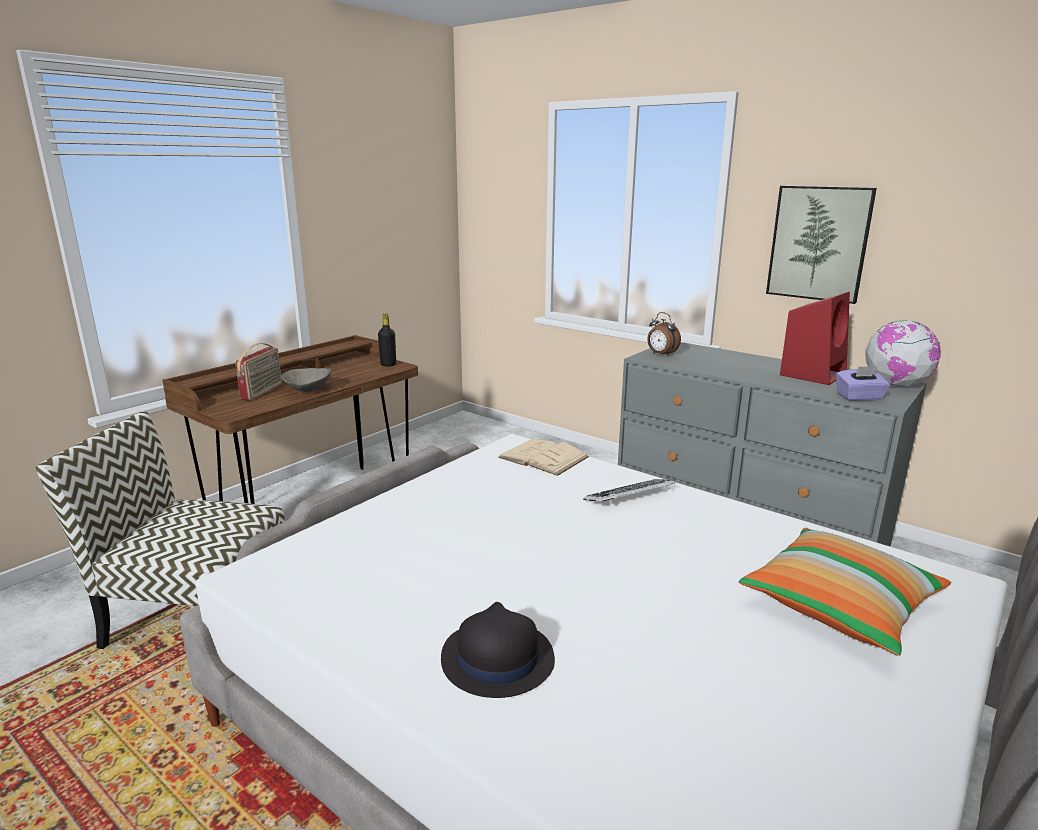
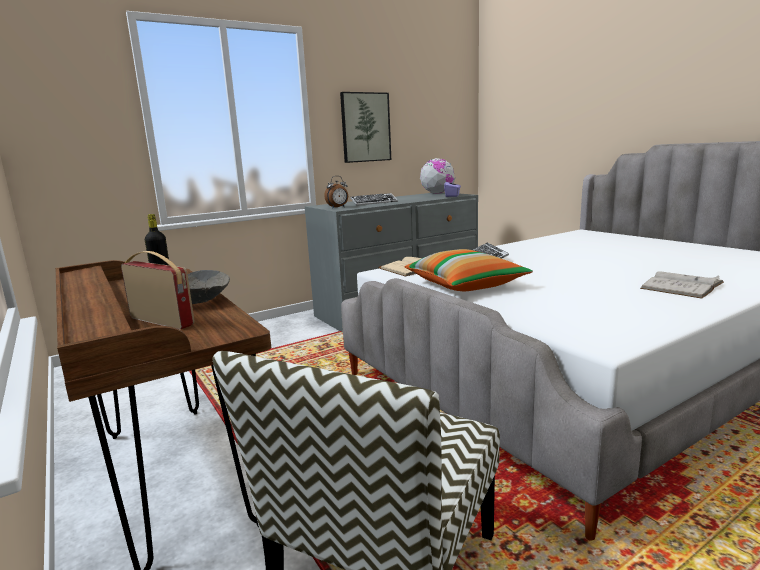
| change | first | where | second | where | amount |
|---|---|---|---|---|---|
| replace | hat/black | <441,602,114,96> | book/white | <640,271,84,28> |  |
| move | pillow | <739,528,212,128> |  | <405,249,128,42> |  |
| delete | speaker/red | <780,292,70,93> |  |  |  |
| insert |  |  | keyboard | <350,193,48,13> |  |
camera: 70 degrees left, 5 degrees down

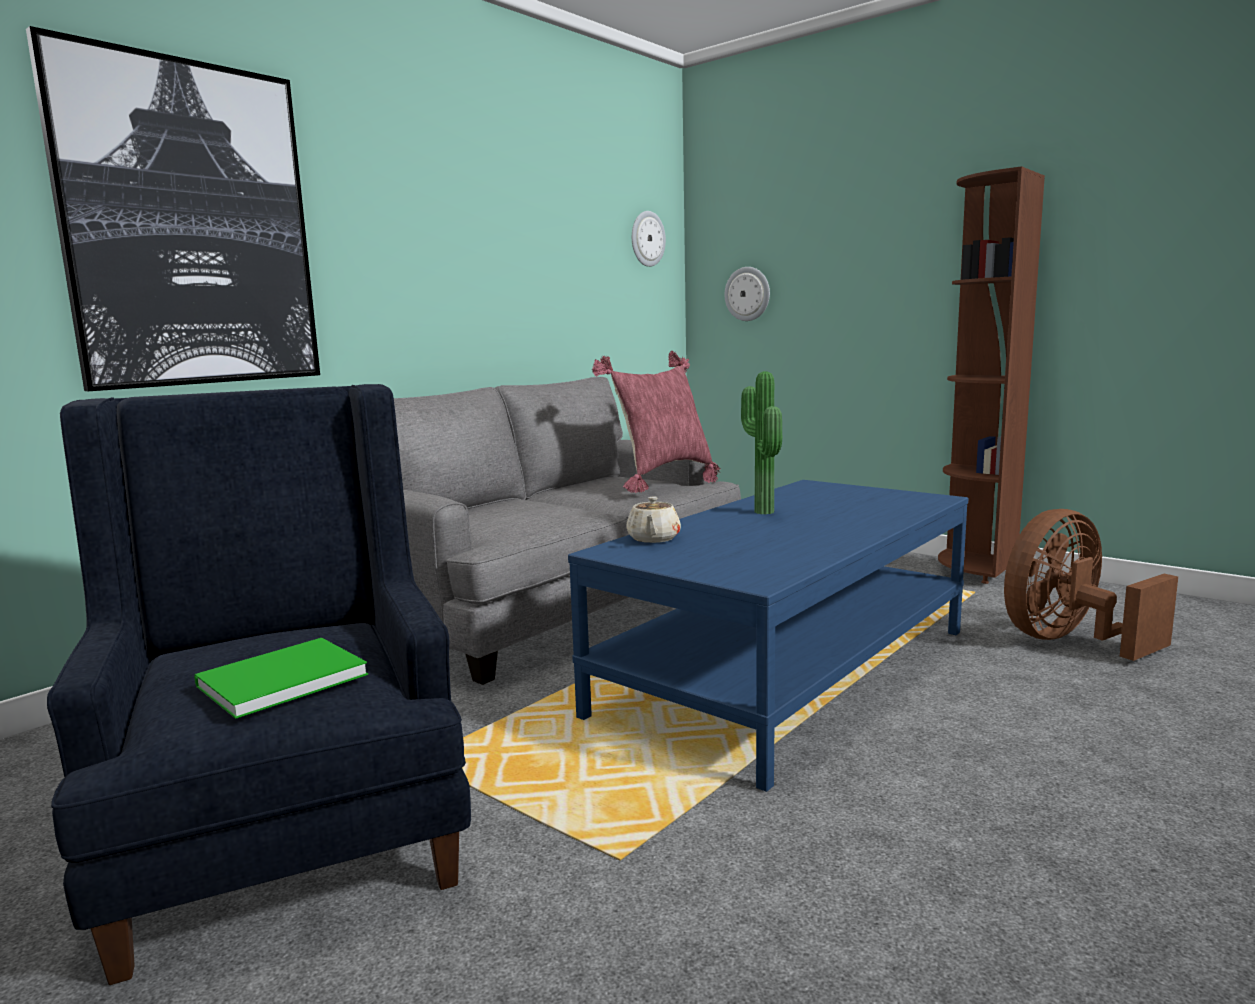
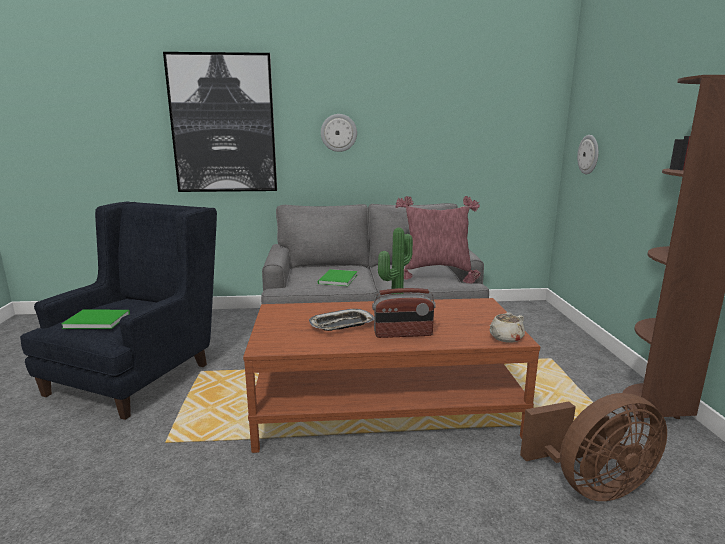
| change | first | where | second | where | amount |
|---|---|---|---|---|---|
| recolor | coffee table/blue | <568,480,401,312> | coffee table/brown | <243,298,298,155> |  |
| move | teapot/beige | <626,497,55,46> |  | <489,312,36,31> |  |
| move | wall clock | <632,211,34,56> |  | <321,114,36,38> |  |
| rotate | fan/brown | <1004,509,174,152> |  | <520,393,147,108> | 150 degrees clockwise |
| insert |  |  | tray | <309,309,65,22> |  |
| insert |  |  | book/green | <318,269,40,17> |  |
| insert |  |  | radio | <372,288,64,50> |  |
camera: 45 degrees right, 5 degrees up

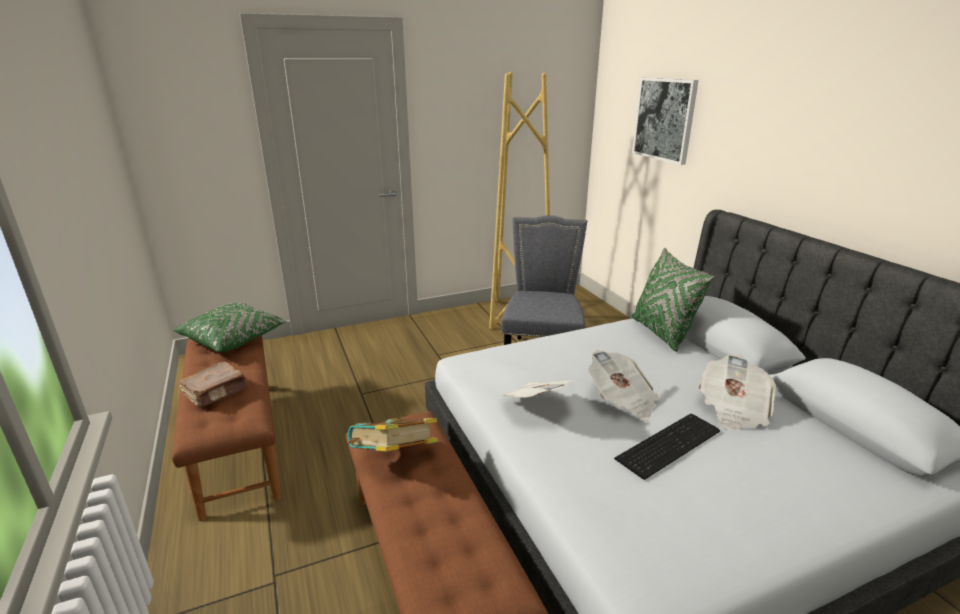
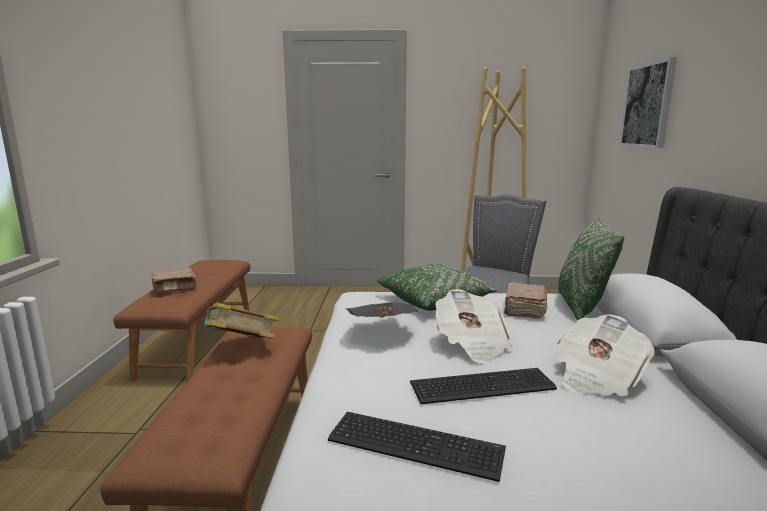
| change | first | where | second | where | amount |
|---|---|---|---|---|---|
| move | pillow/green | <173,303,114,49> |  | <377,264,121,47> |  |
| insert |  |  | keyboard | <328,412,178,70> |  |
| insert |  |  | book/brown | <504,282,44,37> |  |
camera: 25 degrees right, 10 degrees down

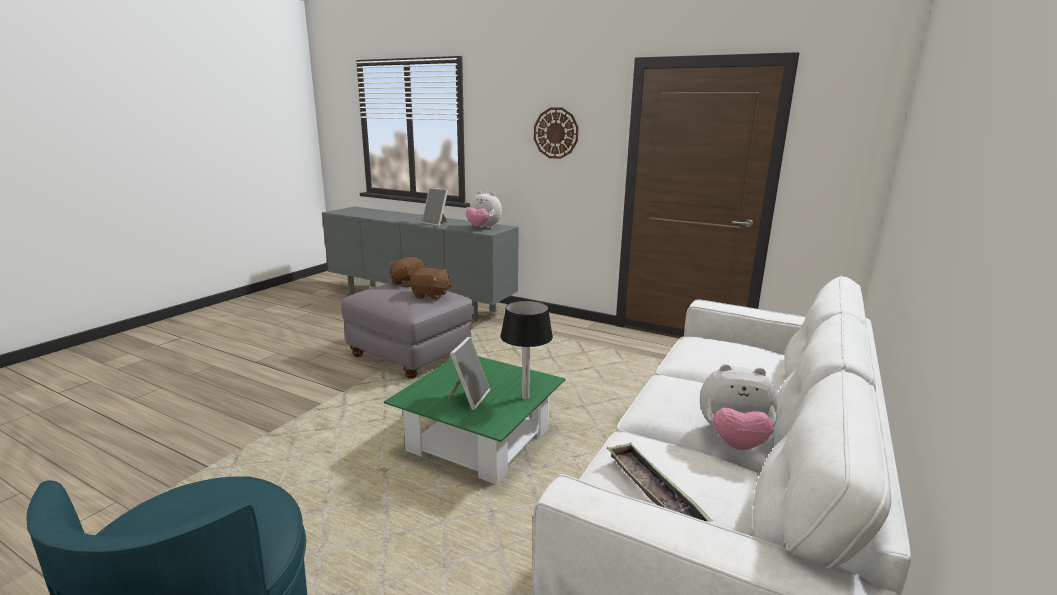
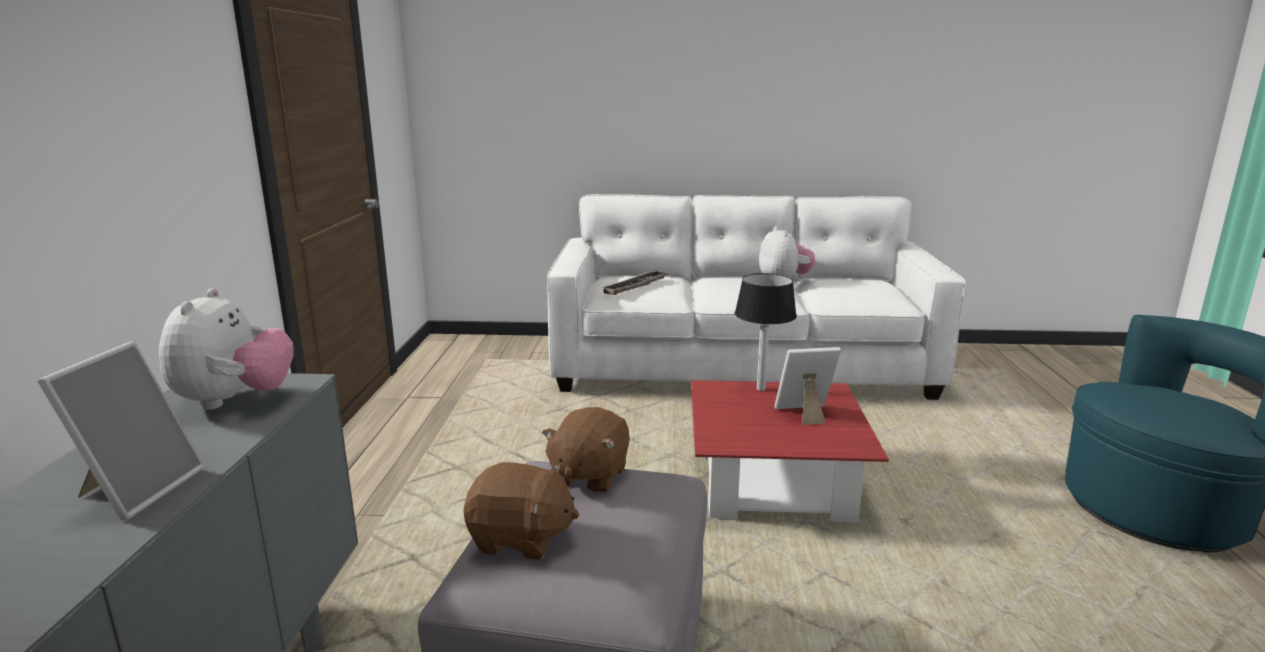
| change | first | where | second | where | amount |
|---|---|---|---|---|---|
| recolor | coffee table/green | <384,356,182,129> | coffee table/red | <691,380,198,142> |  |
| rotate | plush toy/brown | <410,267,42,33> |  | <542,407,88,86> | 150 degrees counterclockwise |
| delete | wall clock | <534,107,45,52> |  |  |  |
| move | tray | <607,443,106,79> |  | <603,271,65,24> |  |
camera: 115 degrees left, 0 degrees up

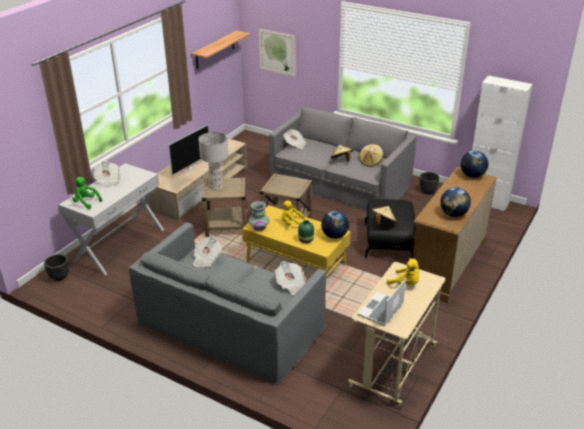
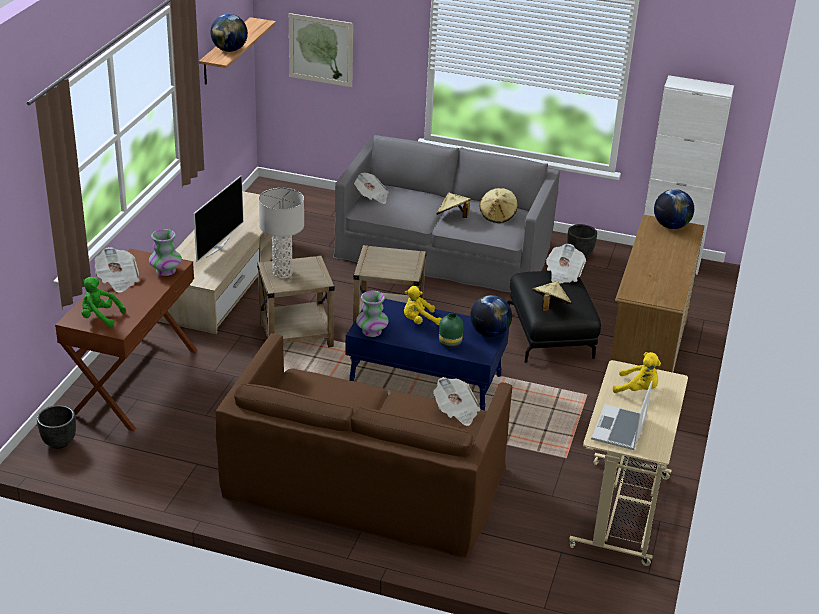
| change | first | where | second | where | amount |
|---|---|---|---|---|---|
| recolor | console table/white | <59,163,105,112> | console table/brown | <55,248,143,183> |  |
| recolor | sofa/grey | <129,222,197,162> | sofa/brown | <216,333,296,225> |  |
| move | newspaper | <193,237,29,30> |  | <546,244,40,40> |  |
| recolor | coffee table/yellow | <242,205,108,72> | coffee table/blue | <345,299,164,111> |  |
| move | globe | <440,187,31,30> |  | <211,14,37,38> |  |
| insert |  |  | vase | <149,229,33,47> |  |
camera: 15 degrees left, 0 degrees up

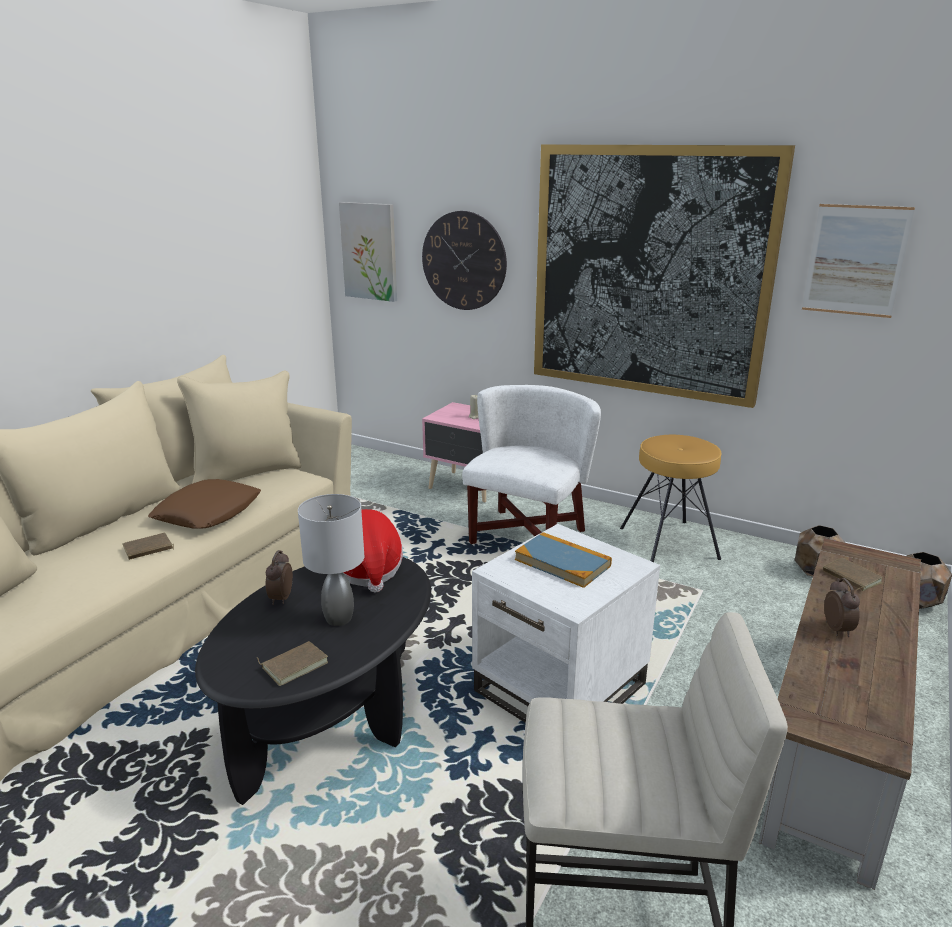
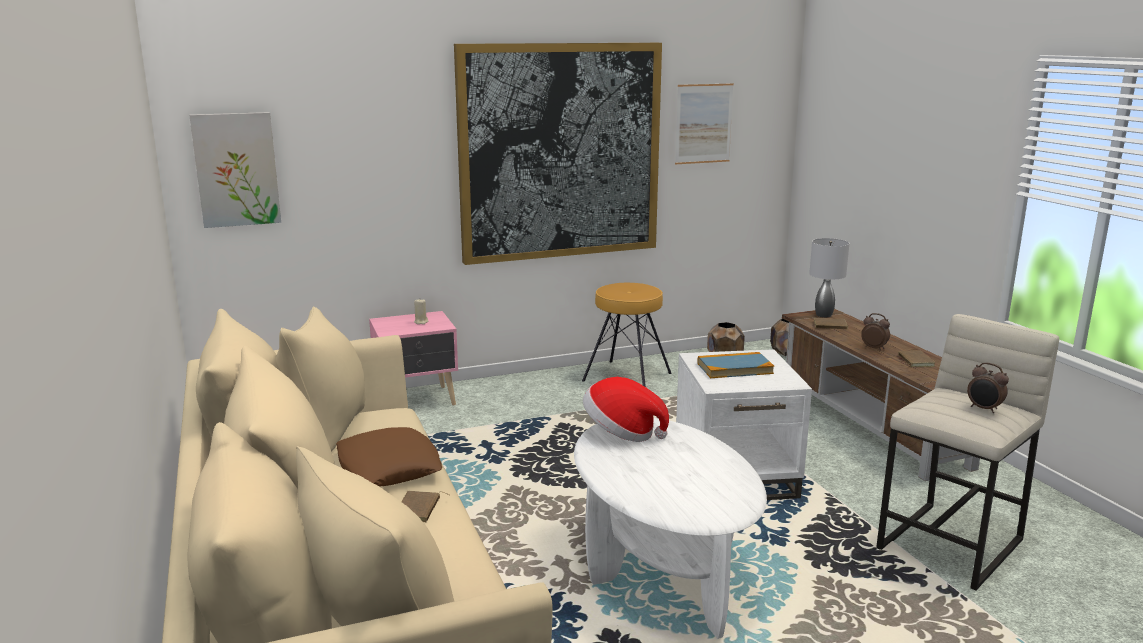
| change | first | where | second | where | amount |
|---|---|---|---|---|---|
| recolor | coffee table/black | <195,557,236,248> | coffee table/white | <574,418,193,221> |  |
| move | book/brown | <257,641,71,45> |  | <898,351,37,16> |  |
| move | alarm clock | <266,550,27,55> |  | <967,362,42,51> |  |
| move | table lamp/grey | <298,494,66,132> |  | <809,238,40,79> |  |
| delete | wall clock | <422,211,85,99> |  |  |  |
| delete | armchair/white | <462,385,139,159> |  |  |  |
camera: 50 degrees left, 5 degrees down

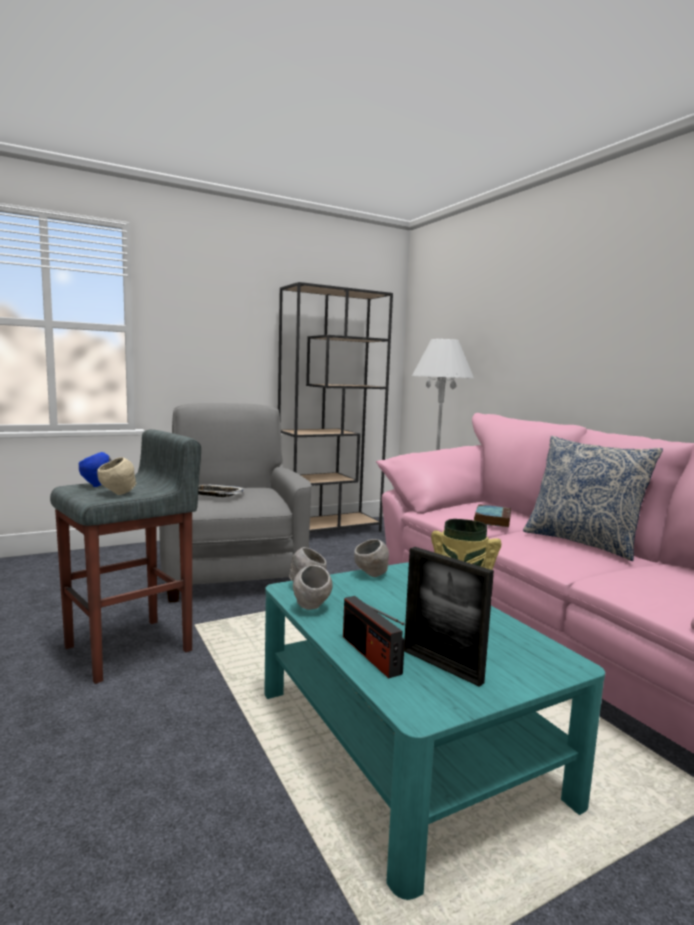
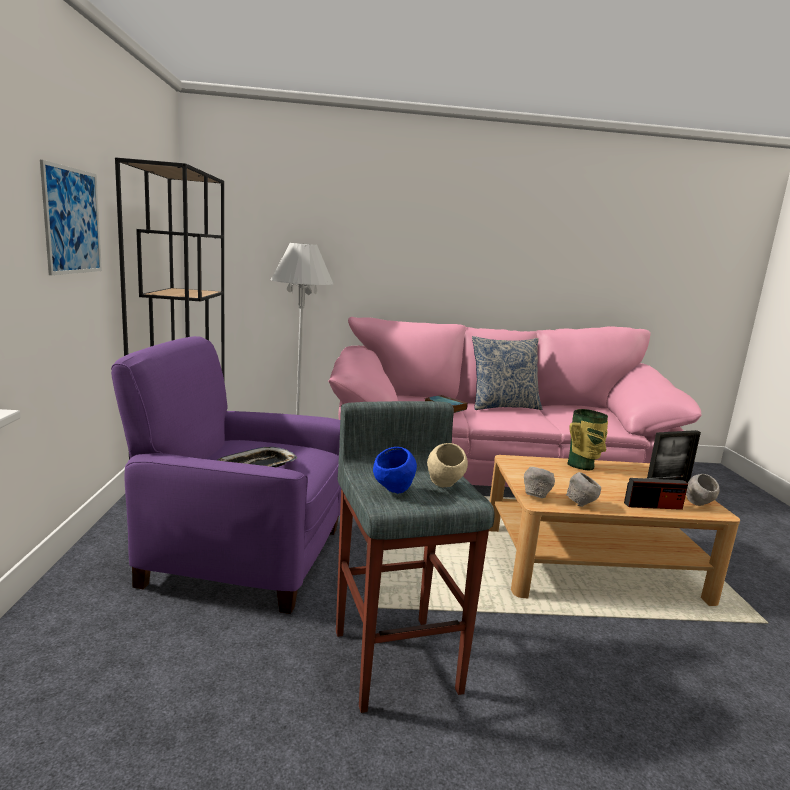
| change | first | where | second | where | amount |
|---|---|---|---|---|---|
| recolor | armchair/grey | <159,403,152,200> | armchair/purple | <111,336,230,278> |  |
| recolor | coffee table/turquoise | <264,563,341,337> | coffee table/beige | <489,455,251,151> |  |
| move | bowl/grey | <354,539,35,38> |  | <686,474,33,32> |  |
| insert |  |  | picture | <40,160,62,115> |  |
camera: 65 degrees left, 5 degrees up

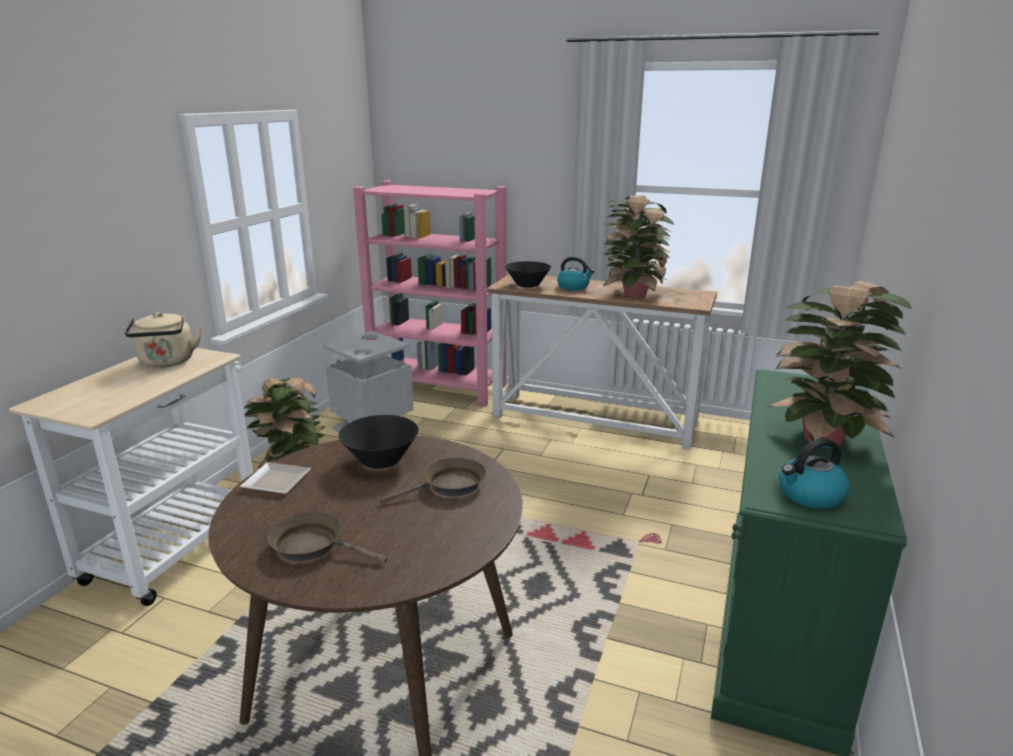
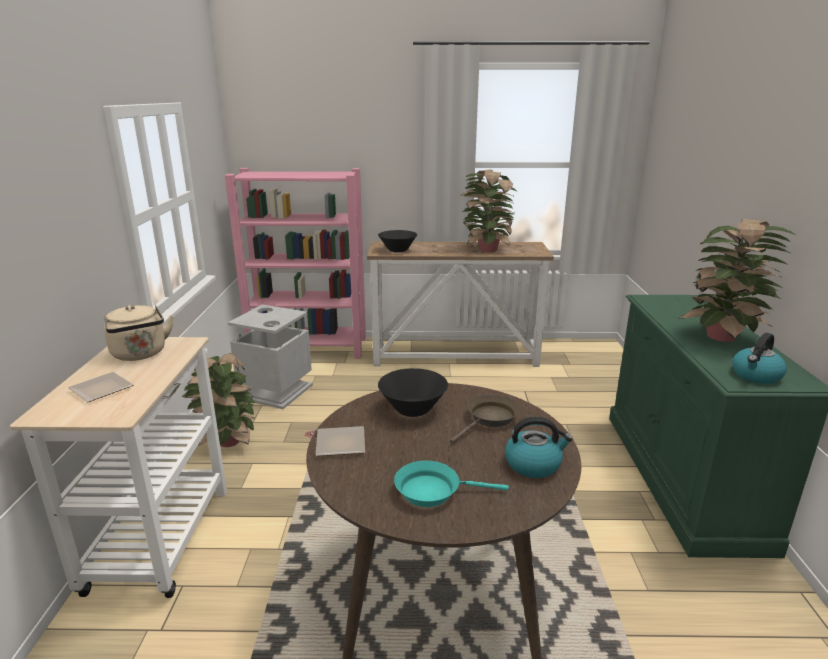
| change | first | where | second | where | amount |
|---|---|---|---|---|---|
| recolor | frying pan/brown | <268,512,119,51> | frying pan/turquoise | <394,461,115,46> |  |
| move | kettle | <557,256,38,35> |  | <505,417,68,61> |  |
| insert |  |  | plate | <68,372,66,30> |  |
camera: 20 degrees left, 0 degrees up

